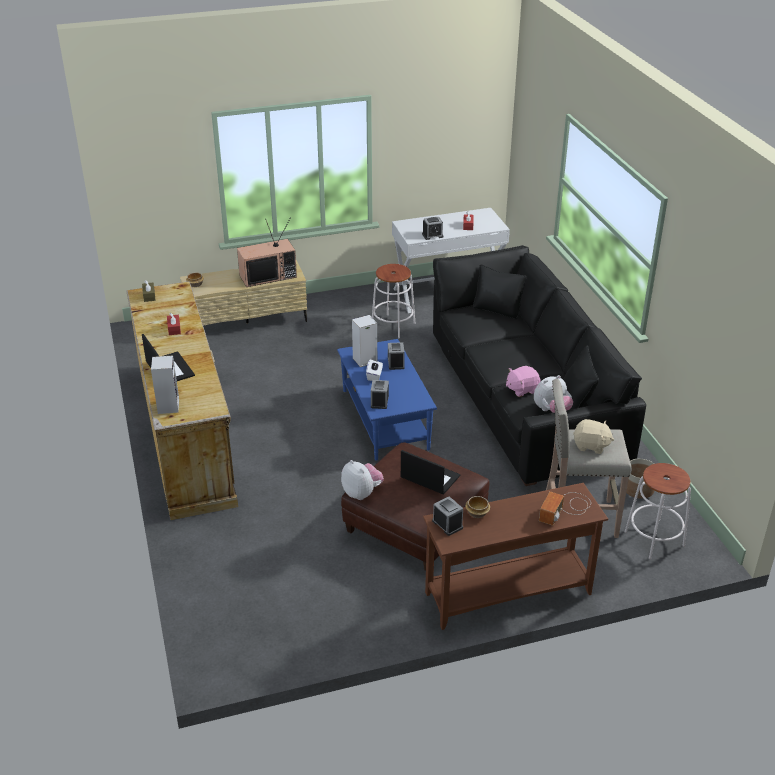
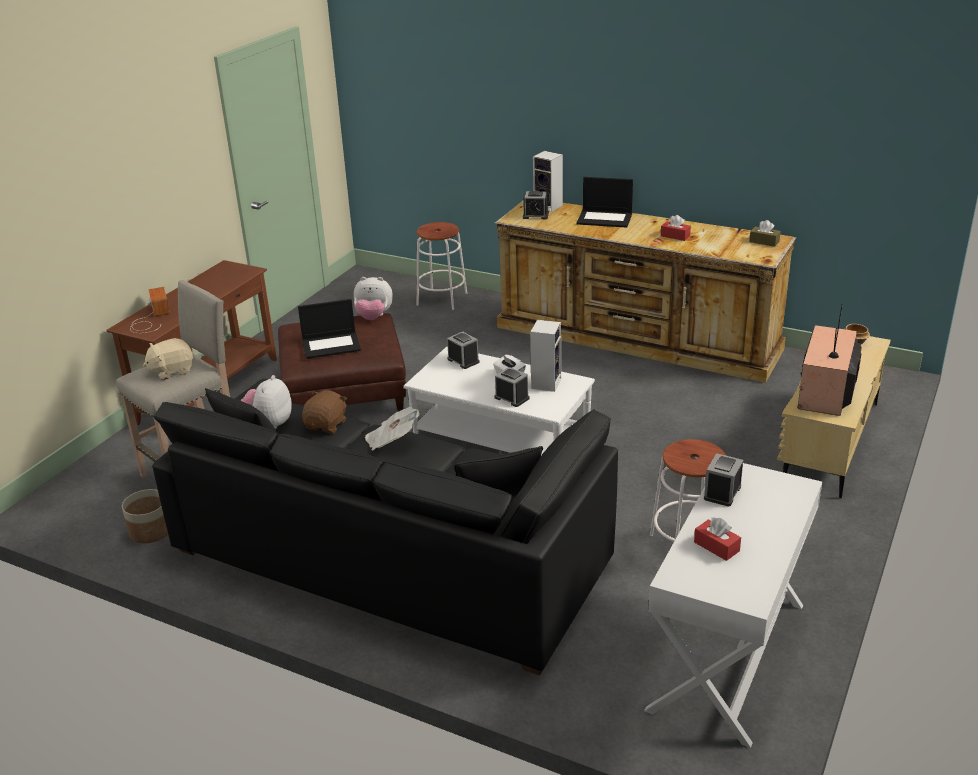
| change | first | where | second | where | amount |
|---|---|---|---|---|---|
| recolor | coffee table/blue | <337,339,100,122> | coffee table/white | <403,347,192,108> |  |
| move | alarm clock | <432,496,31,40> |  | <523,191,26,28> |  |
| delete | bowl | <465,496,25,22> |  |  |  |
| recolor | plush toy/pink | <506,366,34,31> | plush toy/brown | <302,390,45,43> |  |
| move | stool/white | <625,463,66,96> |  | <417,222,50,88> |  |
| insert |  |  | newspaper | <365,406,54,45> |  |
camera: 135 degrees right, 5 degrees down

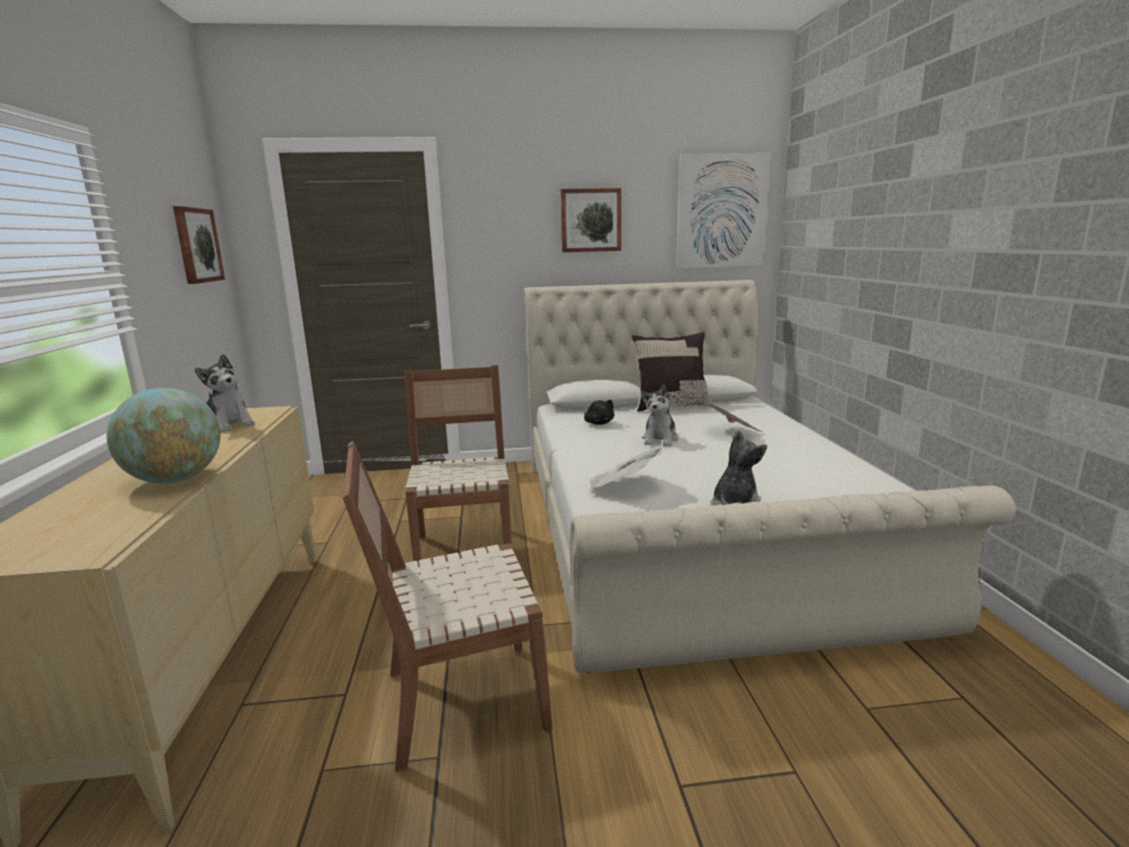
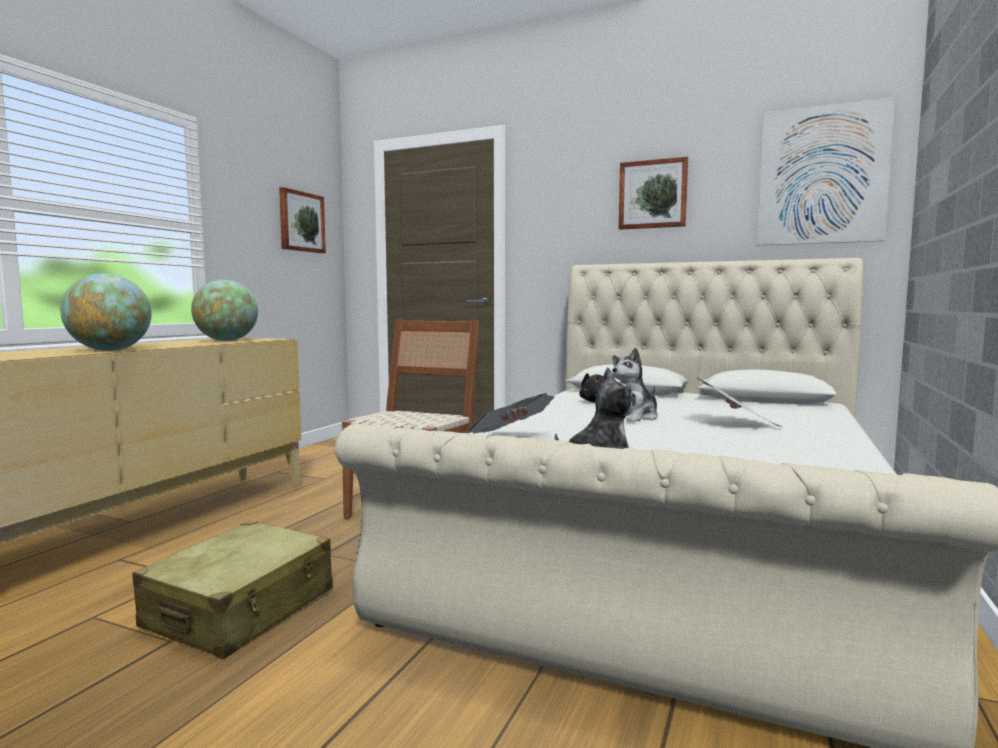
| change | first | where | second | where | amount |
|---|---|---|---|---|---|
| replace | plush toy | <195,354,60,78> | globe | <191,280,67,61> |  |
| replace | chair | <343,441,210,331> | suitcase/beige | <132,521,201,138> |  |
| delete | pillow | <632,333,81,79> |  |  |  |
camera: 30 degrees right, 10 degrees down

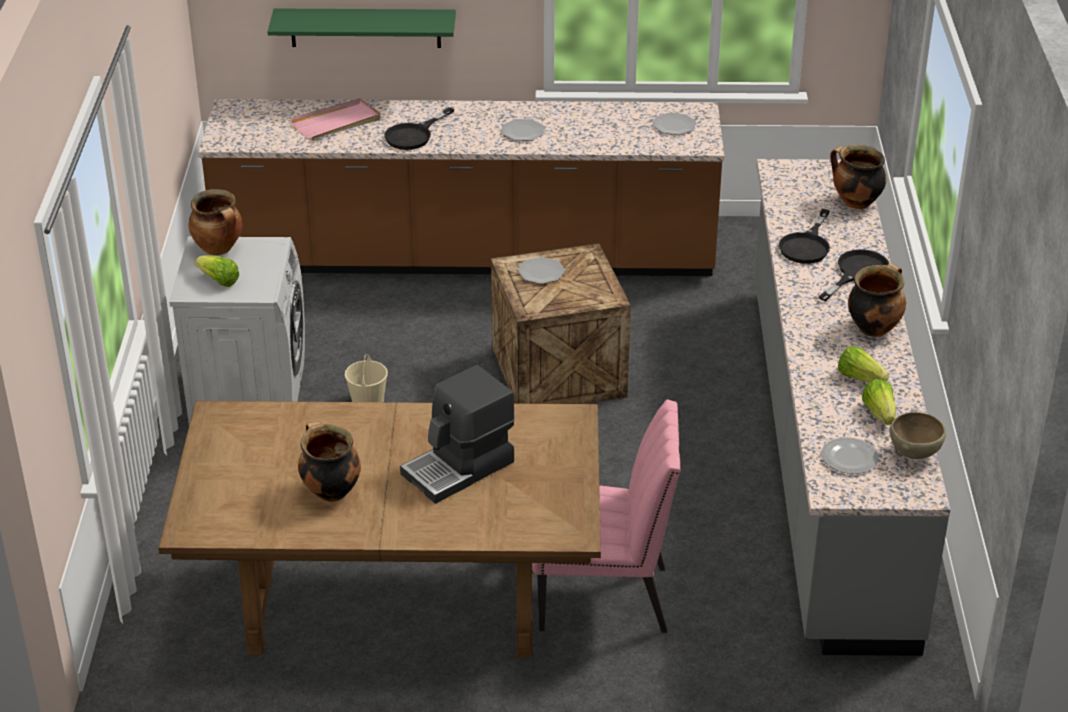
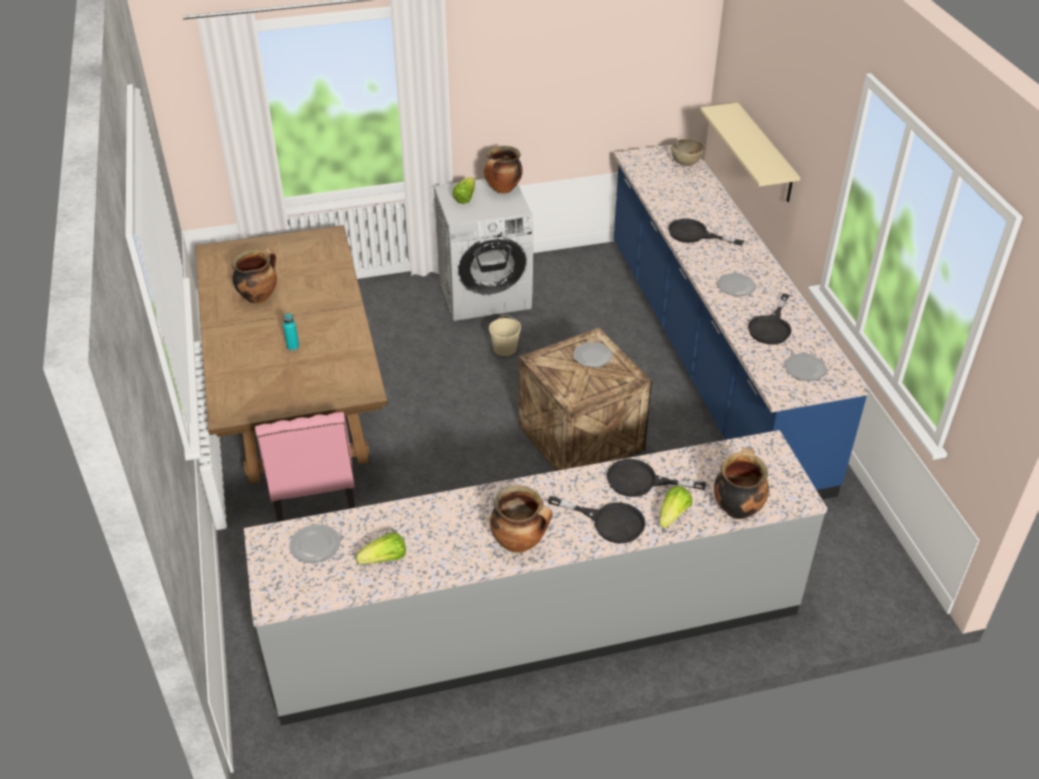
| change | first | where | second | where | amount |
|---|---|---|---|---|---|
| recolor | counter/brown | <198,99,526,177> | counter/blue | <614,145,255,354> |  |
| recolor | shelf/green | <267,8,189,40> | shelf/beige | <700,103,100,99> |  |
| delete | tray/pink | <290,98,90,42> |  |  |  |
| replace | coffee machine | <400,365,114,139> | bottle/turquoise | <283,313,16,38> |  |
| move | lettuce | <838,346,51,36> |  | <659,486,33,42> |  |
| move | bowl/brown | <890,412,56,47> |  | <671,139,33,27> |  |
| insert |  |  | frying pan/black | <748,293,44,52> |  |
camera: 75 degrees right, 5 degrees up

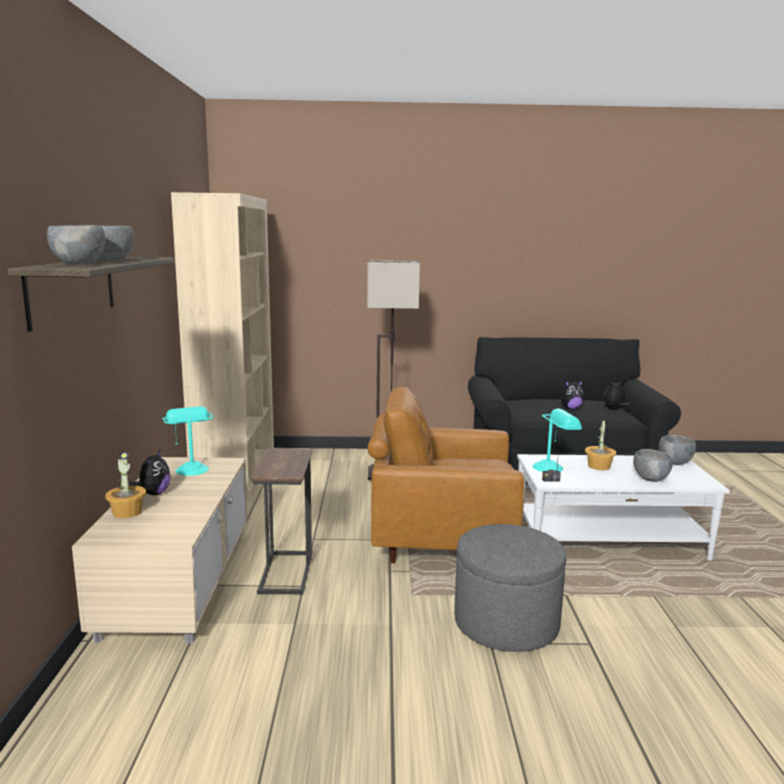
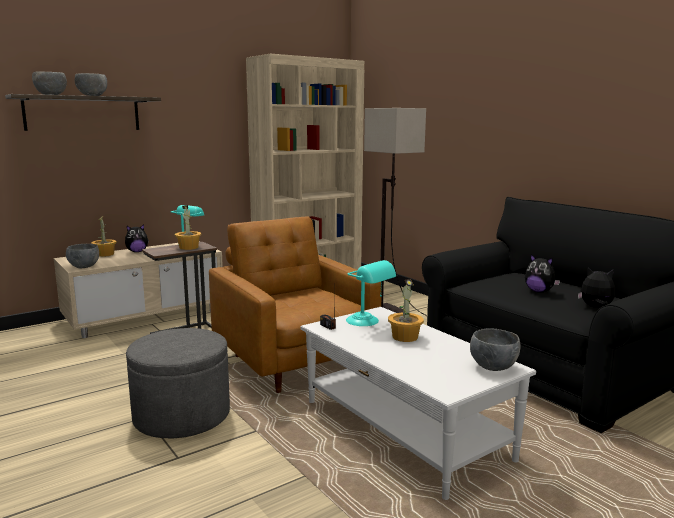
| change | first | where | second | where | amount |
|---|---|---|---|---|---|
| move | bowl/grey | <633,449,39,33> |  | <66,244,33,24> |  |
| insert |  |  | potted plant | <175,206,26,44> |  |
camera: 55 degrees right, 0 degrees up

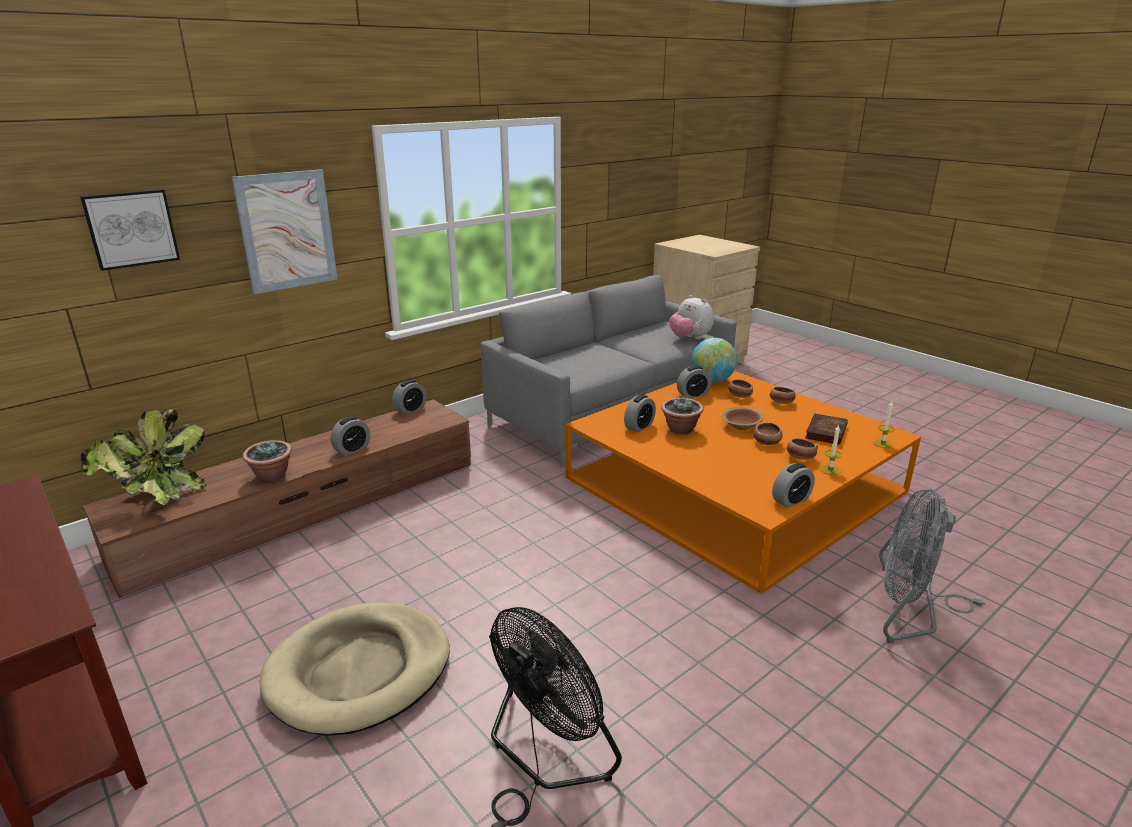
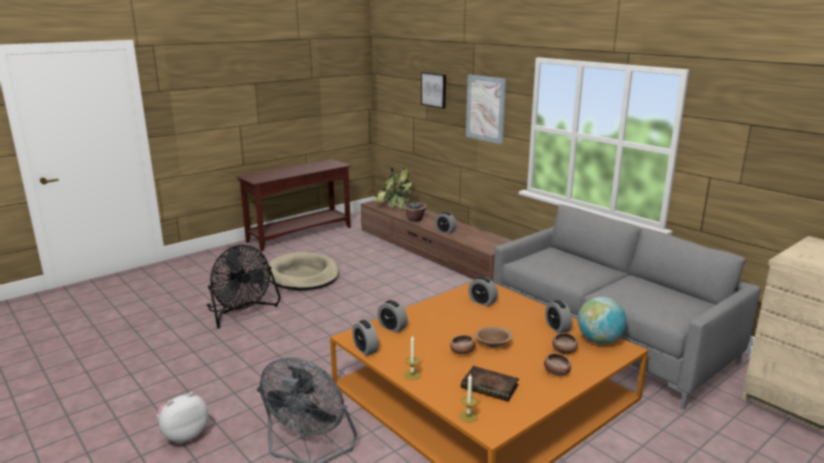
| change | first | where | second | where | amount |
|---|---|---|---|---|---|
| move | alarm clock | <392,380,35,35> |  | <377,300,31,33> |  |
| delete | potted plant | <661,397,43,38> |  |  |  |
| move | plush toy | <669,295,45,44> |  | <157,392,51,52> |  |
| delete | bowl | <787,438,31,22> |  |  |  |
camera: 90 degrees right, 5 degrees down

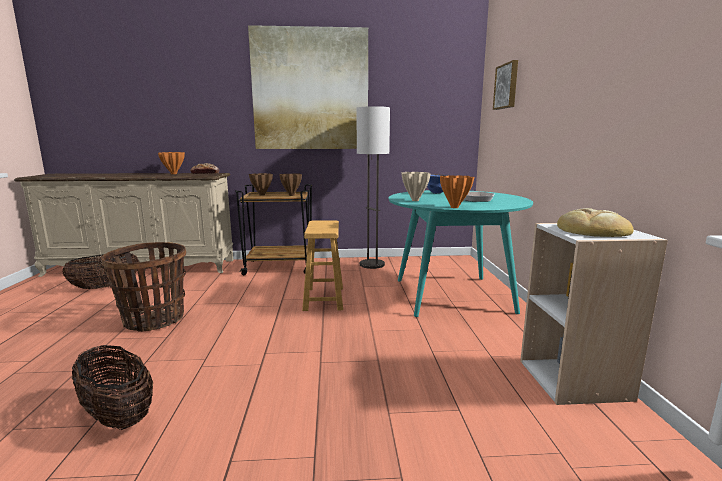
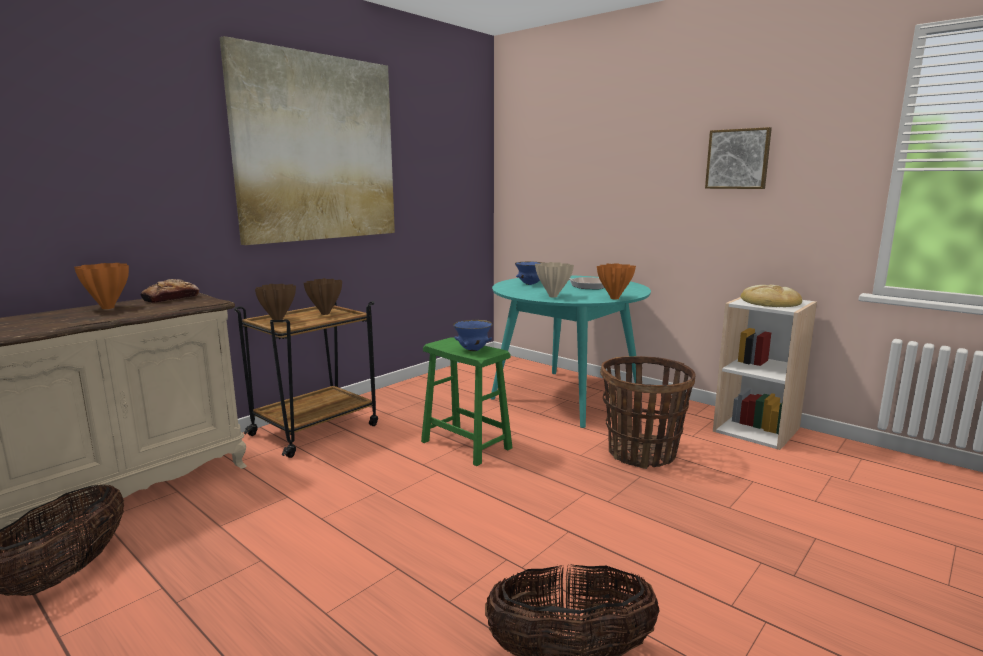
| change | first | where | second | where | amount |
|---|---|---|---|---|---|
| move | basket | <101,242,85,90> |  | <600,356,96,113> |  |
| recolor | stool/brown | <302,220,41,91> | stool/green | <421,337,92,129> |  |
| delete | floor lamp | <357,106,33,163> |  |  |  |
| move | picture | <493,60,25,50> |  | <705,127,67,62> |  |
| insert |  |  | bowl/blue | <453,320,40,31> |  |
camera: 45 degrees left, 0 degrees up

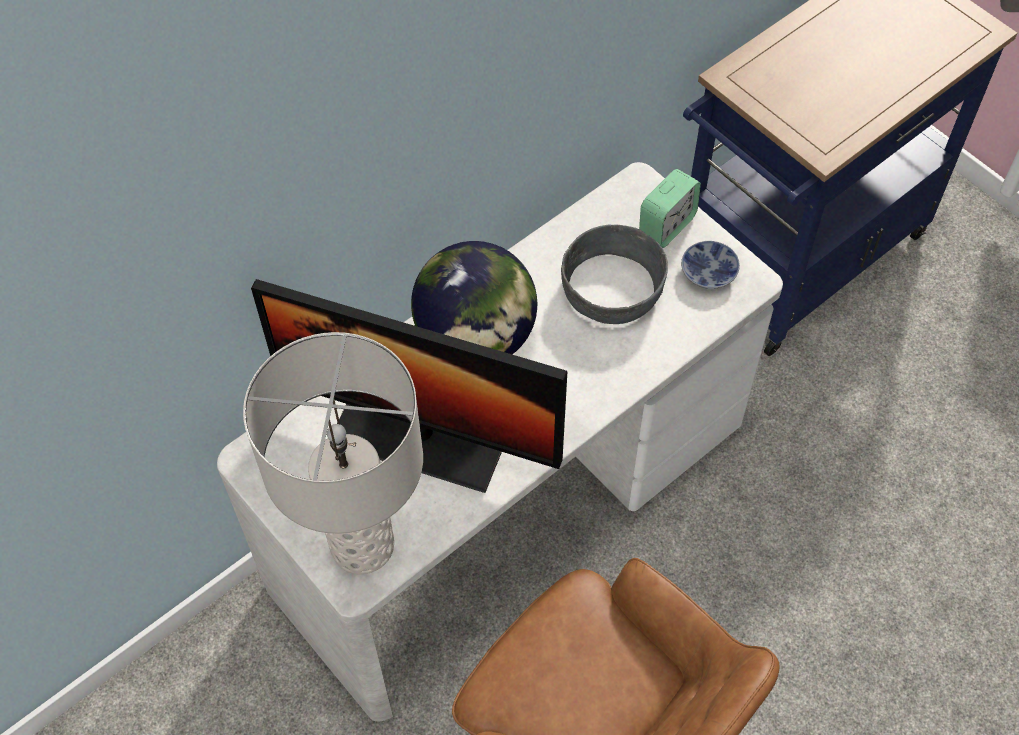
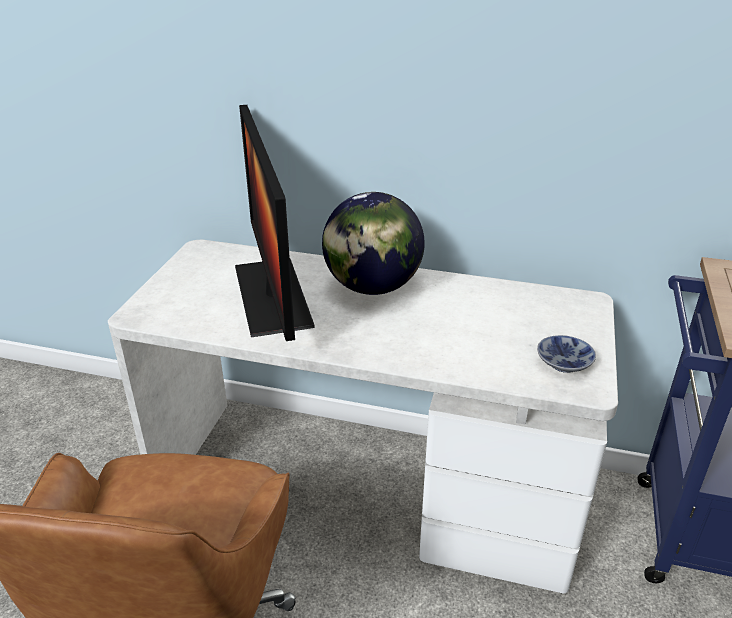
| change | first | where | second | where | amount |
|---|---|---|---|---|---|
| delete | table lamp/white | <243,332,180,242> |  |  |  |
| delete | bowl/grey | <561,224,107,100> |  |  |  |
| delete | alarm clock | <639,169,62,79> |  |  |  |
camera: 55 degrees right, 25 degrees down

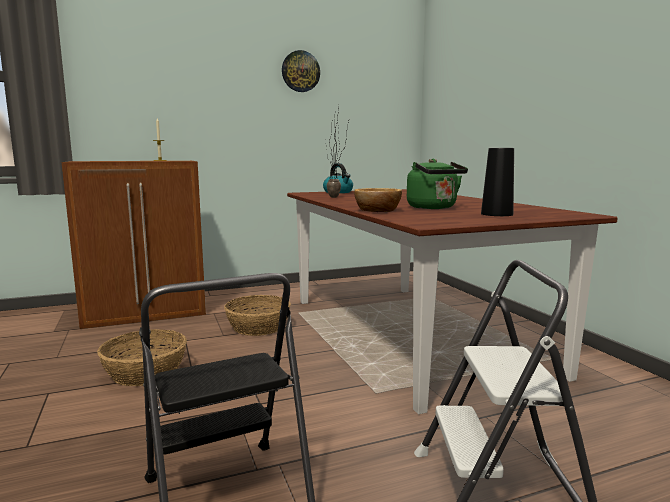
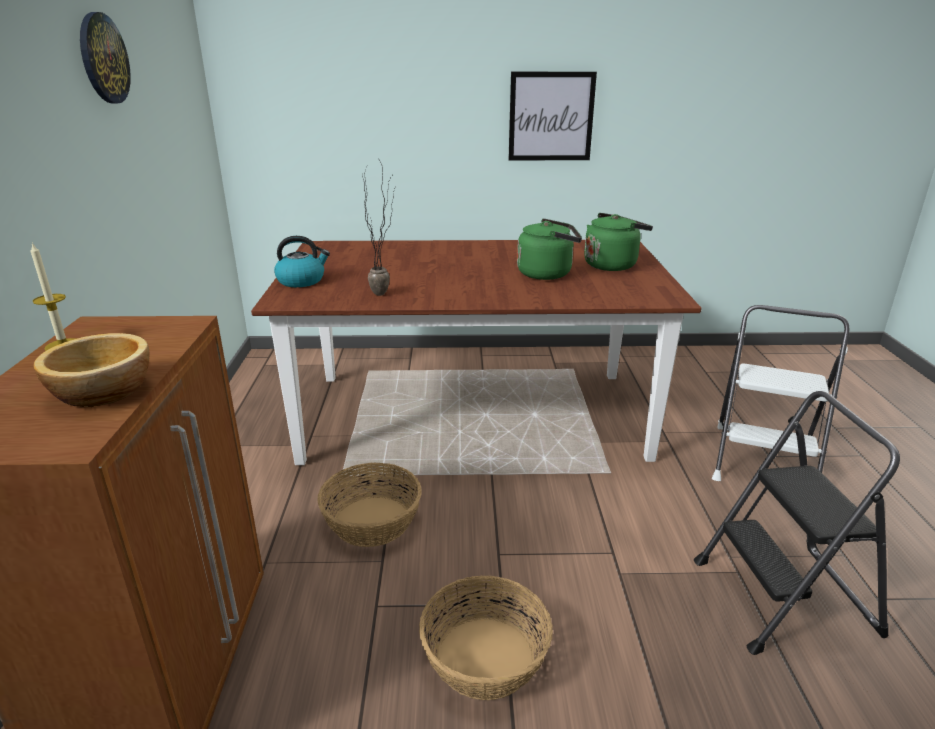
| change | first | where | second | where | amount |
|---|---|---|---|---|---|
| move | bowl | <354,188,48,24> |  | <34,333,116,74> |  |
| replace | vase/black | <481,148,33,68> | kettle/green | <584,213,69,58> |  |
| insert |  |  | picture | <509,72,88,88> |  |
camera: 70 degrees left, 15 degrees up

